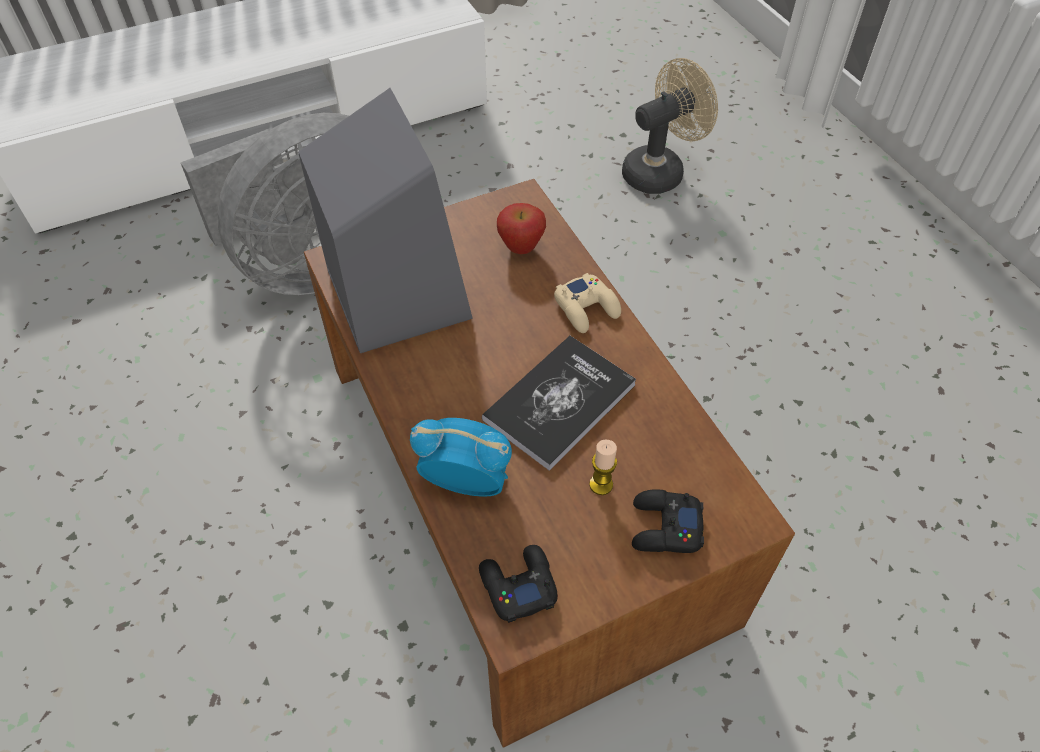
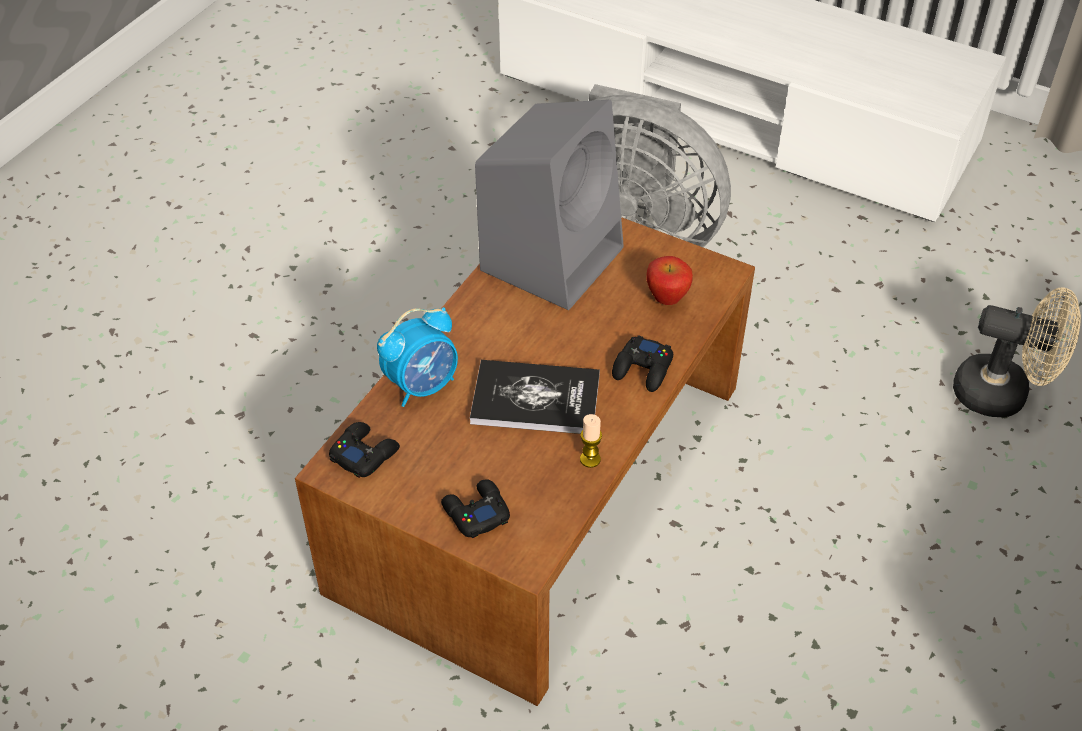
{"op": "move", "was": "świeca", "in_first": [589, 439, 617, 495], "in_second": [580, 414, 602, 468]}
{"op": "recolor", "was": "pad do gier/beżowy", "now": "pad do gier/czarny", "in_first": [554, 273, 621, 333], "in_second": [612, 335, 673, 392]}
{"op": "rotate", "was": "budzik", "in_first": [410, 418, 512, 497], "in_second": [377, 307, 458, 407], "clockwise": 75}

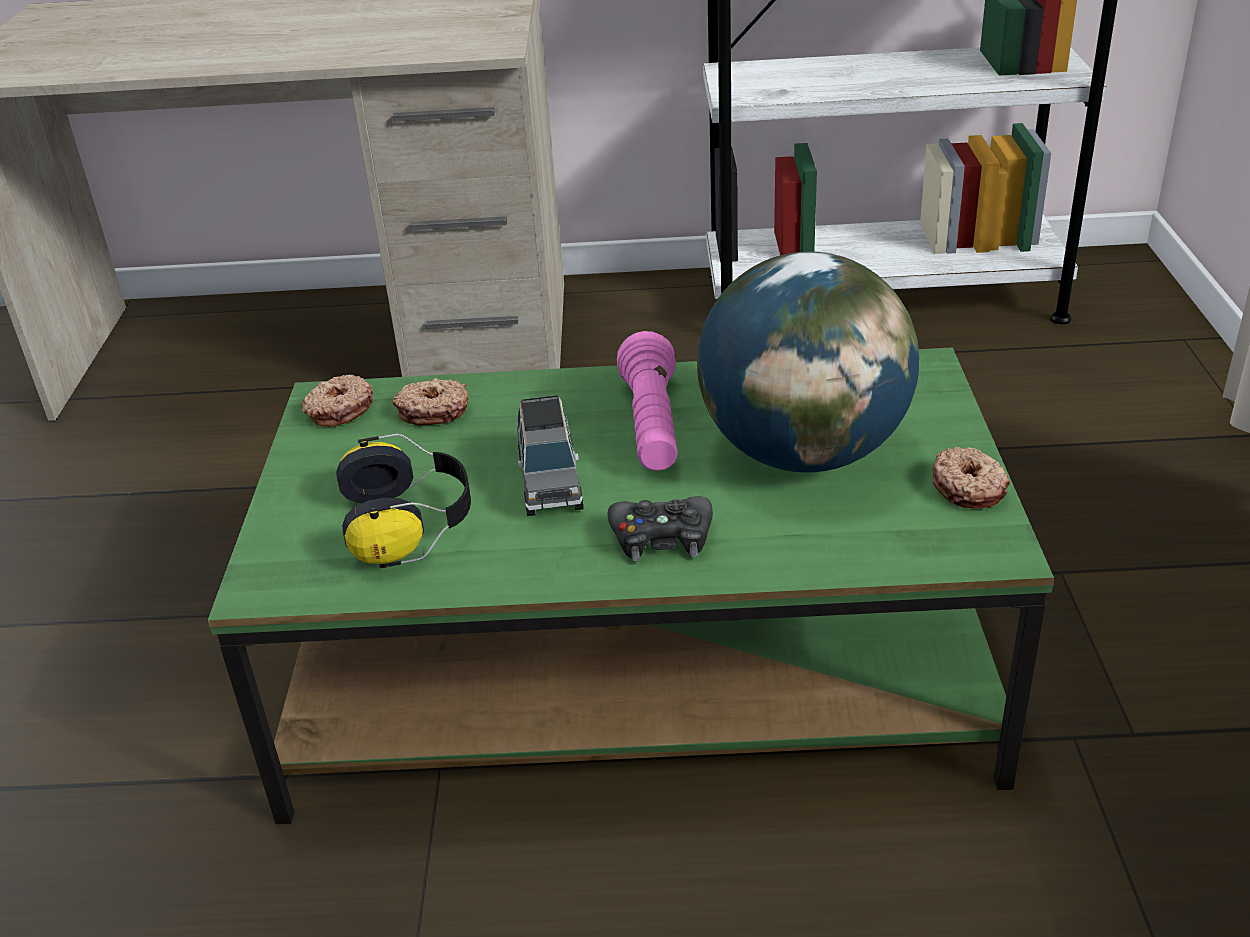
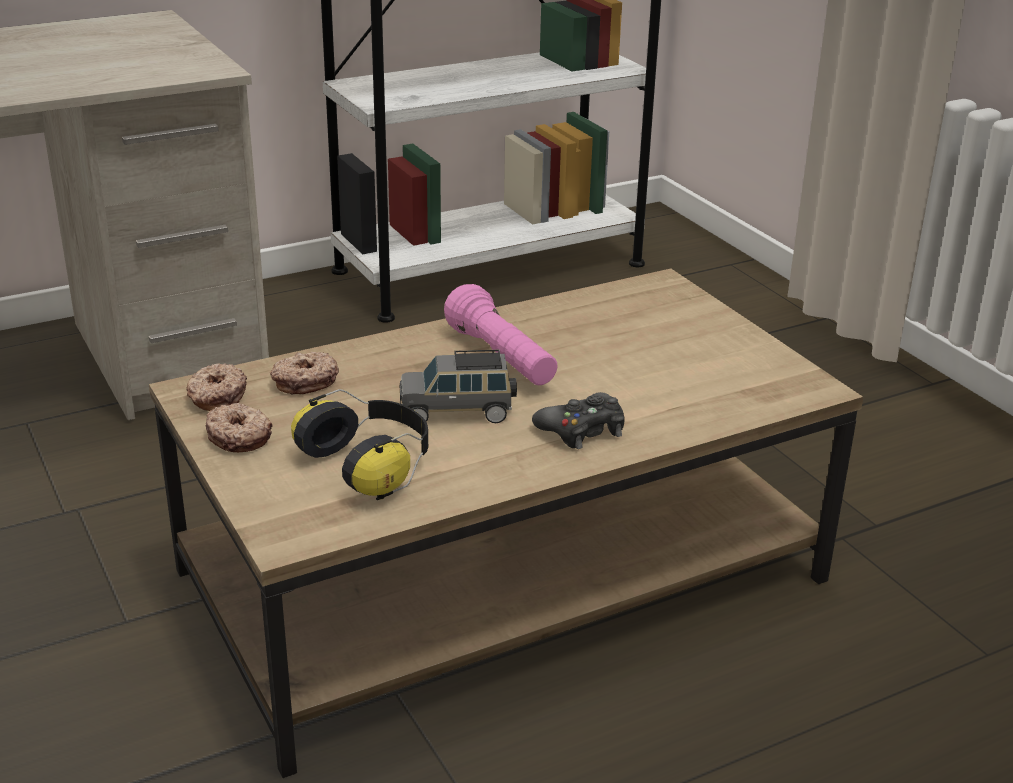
{"op": "delete", "was": "globus", "in_first": [697, 251, 919, 473]}
{"op": "move", "was": "donut", "in_first": [933, 447, 1010, 509], "in_second": [205, 403, 273, 452]}
{"op": "recolor", "was": "ława/zielony", "now": "ława/brązowy", "in_first": [208, 347, 1054, 824], "in_second": [149, 269, 863, 778]}
{"op": "rotate", "was": "samochodzik/szary", "in_first": [517, 395, 583, 516], "in_second": [400, 350, 517, 423], "clockwise": 120}

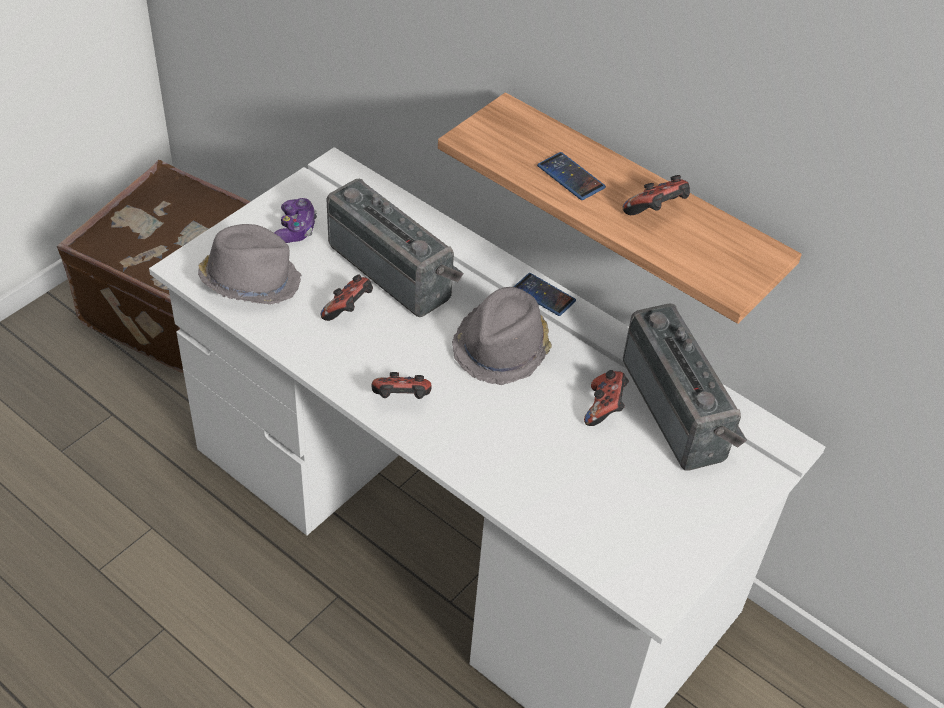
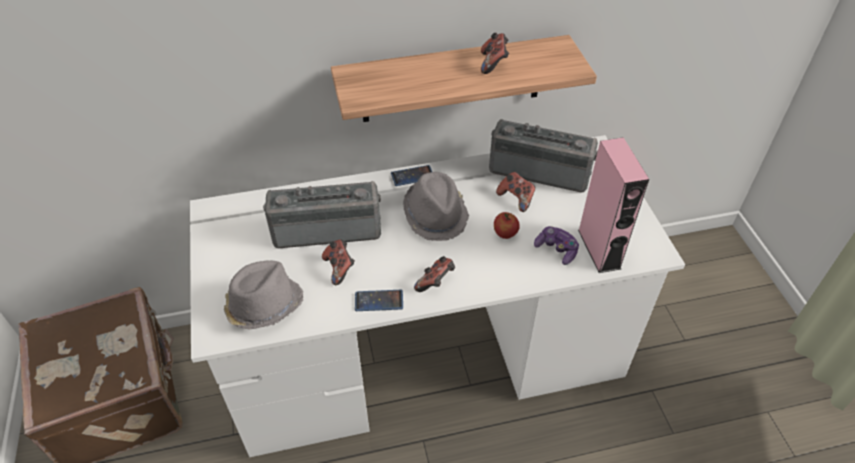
{"op": "insert", "now": "jabłko", "in_second": [494, 212, 520, 239]}
{"op": "insert", "now": "głośnik/różowy", "in_second": [578, 137, 649, 273]}
{"op": "move", "was": "pad do gier", "in_first": [274, 198, 317, 243], "in_second": [534, 226, 579, 265]}
{"op": "move", "was": "telefon", "in_first": [537, 152, 606, 200], "in_second": [355, 290, 403, 311]}

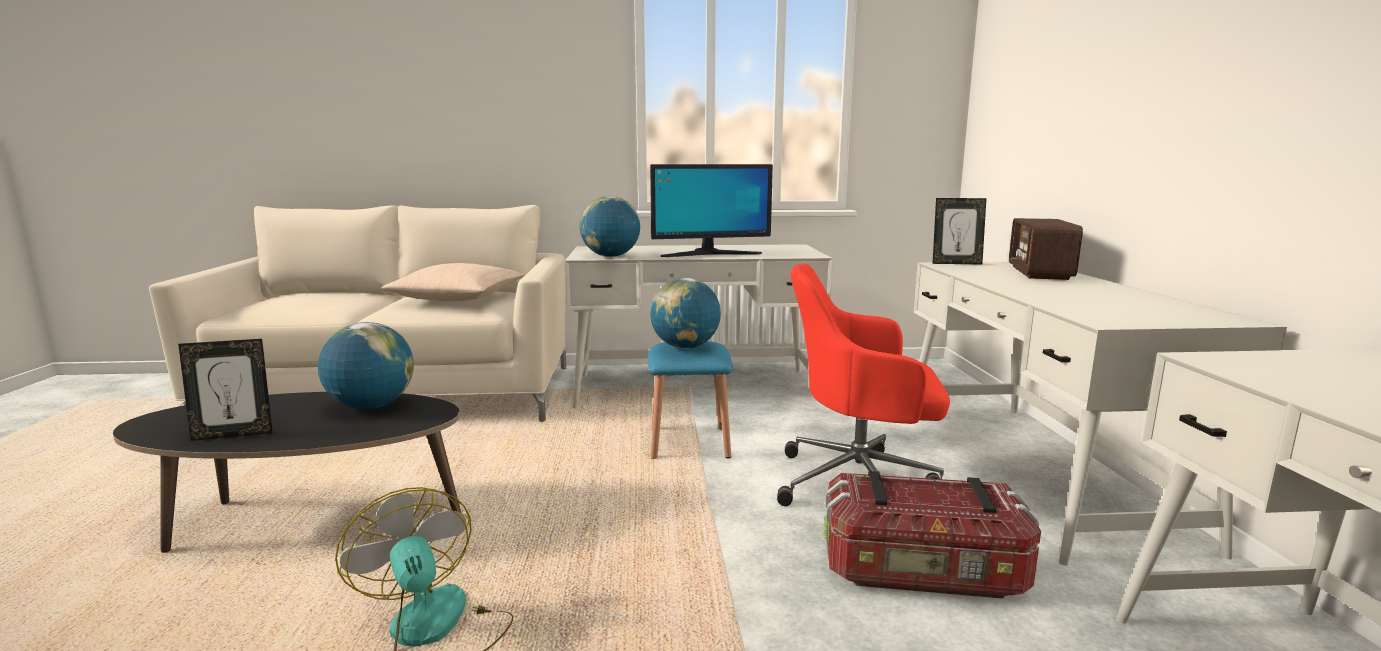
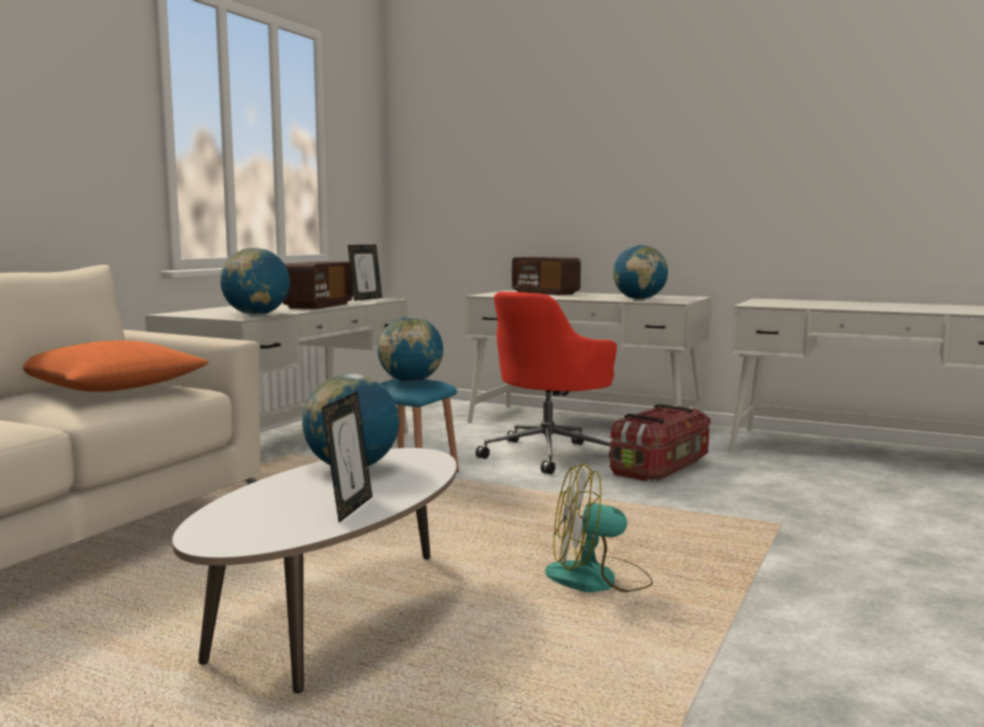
{"op": "insert", "now": "globus", "in_second": [613, 245, 668, 299]}
{"op": "move", "was": "ramka na zdjęcie", "in_first": [933, 198, 986, 264], "in_second": [348, 245, 382, 301]}
{"op": "replace", "was": "monitor", "now": "radio", "in_first": [650, 164, 773, 257], "in_second": [283, 261, 353, 309]}
{"op": "recolor", "was": "ława/czarny", "now": "ława/biały", "in_first": [113, 392, 461, 553], "in_second": [172, 448, 457, 693]}
{"op": "recolor", "was": "poduszka/beżowy", "now": "poduszka/pomarańczowy", "in_first": [381, 263, 524, 301], "in_second": [23, 340, 209, 392]}

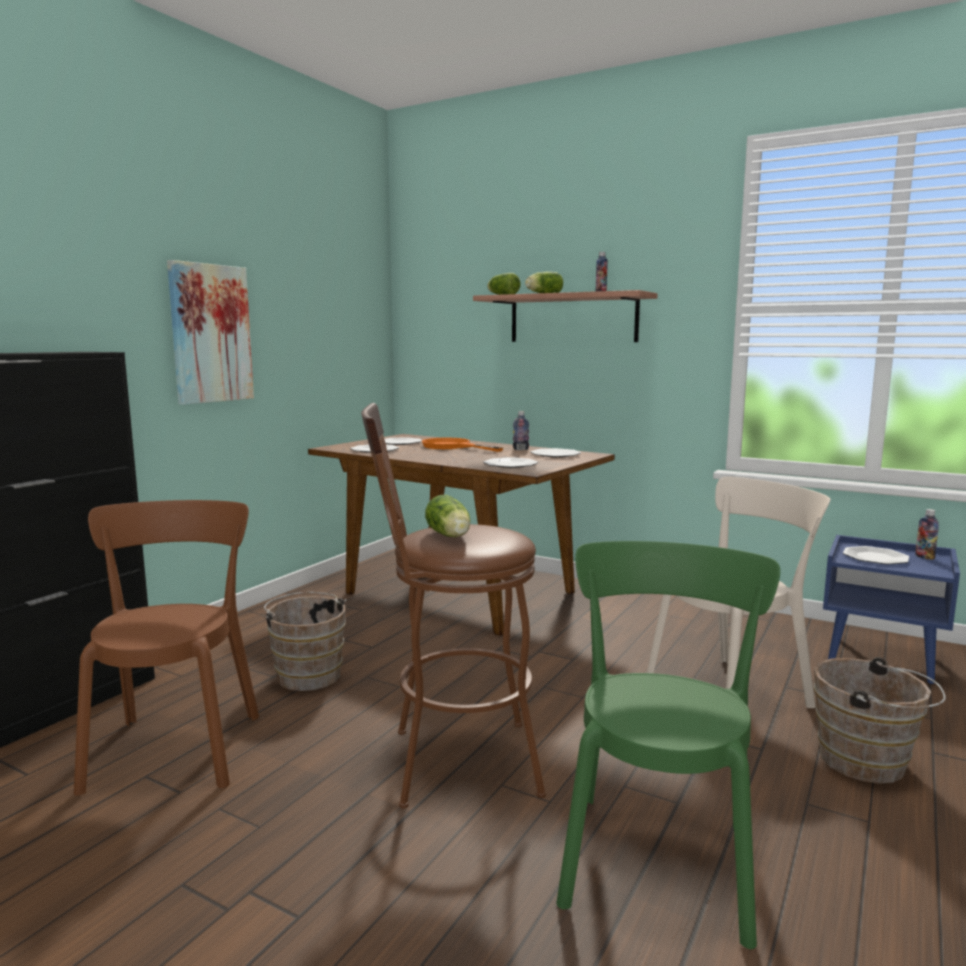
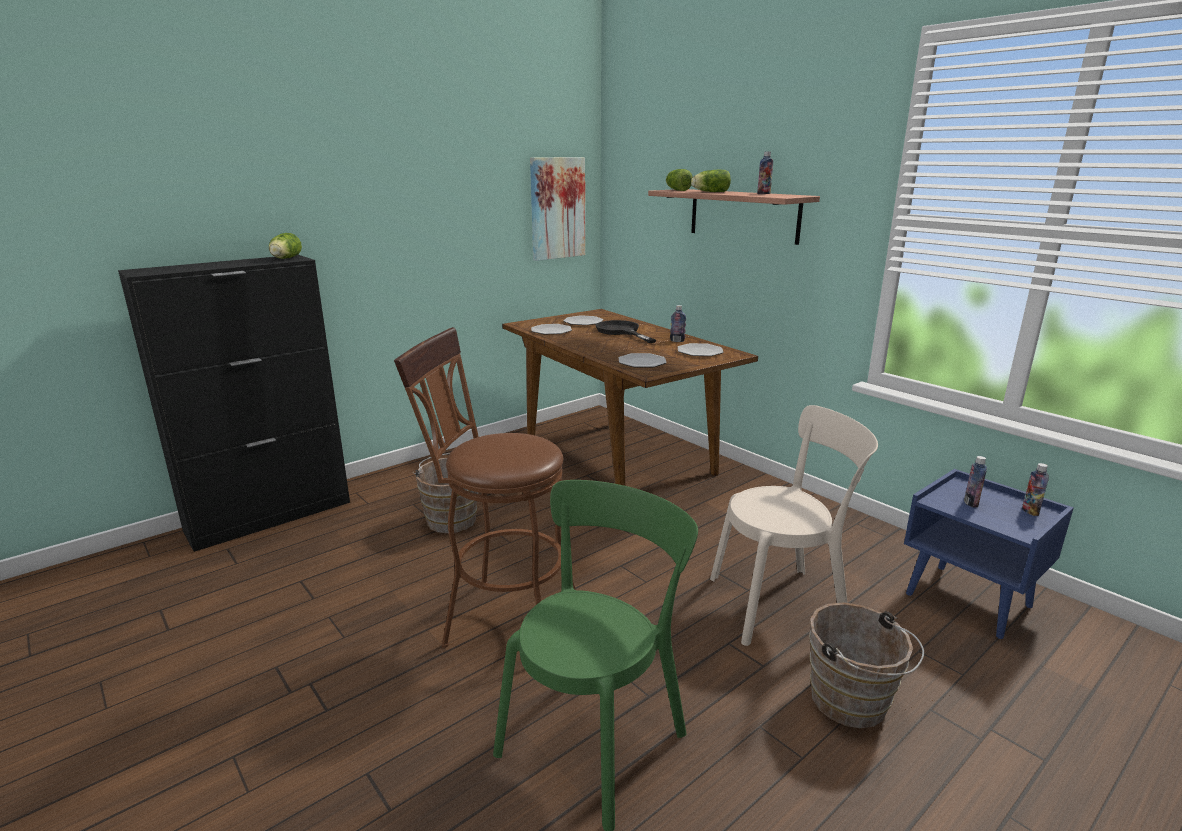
{"op": "delete", "was": "krzesło/brązowy", "in_first": [74, 500, 259, 796]}
{"op": "move", "was": "obraz", "in_first": [167, 260, 254, 405], "in_second": [530, 157, 585, 261]}
{"op": "move", "was": "sałata", "in_first": [425, 495, 470, 537], "in_second": [269, 233, 302, 259]}
{"op": "replace", "was": "talerz", "now": "butelka", "in_first": [843, 546, 909, 565], "in_second": [964, 456, 987, 508]}
{"op": "recolor", "was": "patelnia/pomarańczowy", "now": "patelnia/czarny", "in_first": [422, 438, 503, 452], "in_second": [596, 320, 656, 343]}

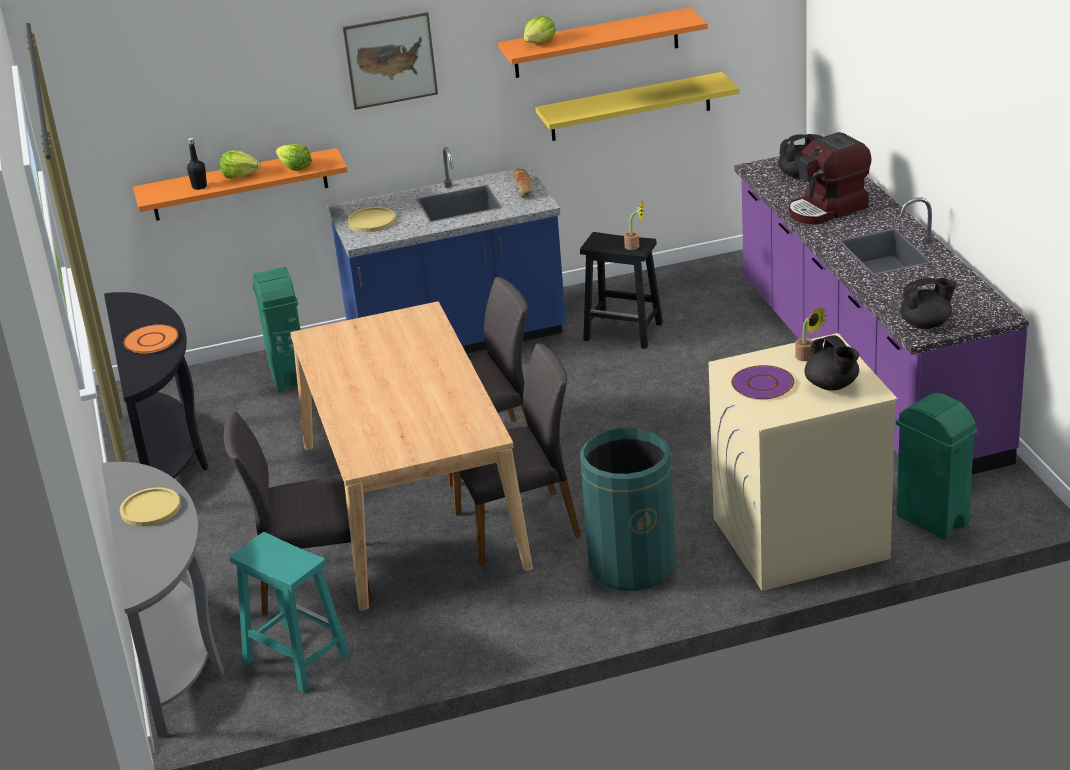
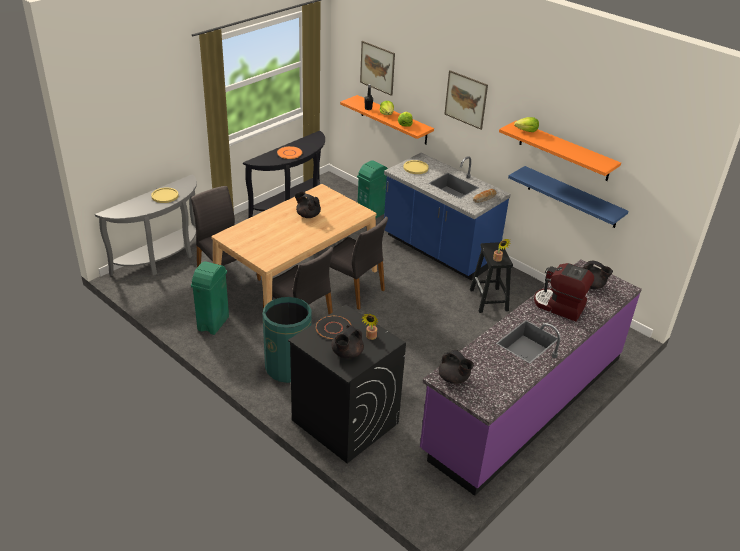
{"op": "delete", "was": "stołek/turkusowy", "in_first": [230, 532, 350, 693]}
{"op": "insert", "now": "imbryk/czarny", "in_second": [295, 192, 321, 218]}
{"op": "insert", "now": "obraz", "in_second": [360, 41, 395, 96]}
{"op": "move", "was": "kosz na śmieci/zielony", "in_first": [896, 393, 978, 540], "in_second": [191, 261, 229, 335]}
{"op": "recolor", "was": "półka/żółty", "now": "półka/niebieski", "in_first": [535, 72, 740, 141], "in_second": [508, 166, 629, 228]}
{"op": "recolor", "was": "pralka/beżowy", "now": "pralka/czarny", "in_first": [709, 333, 898, 591], "in_second": [288, 304, 406, 463]}
{"op": "recolor", "was": "talerz/fioletowy", "now": "talerz/czarny", "in_first": [731, 365, 794, 399], "in_second": [316, 316, 351, 339]}

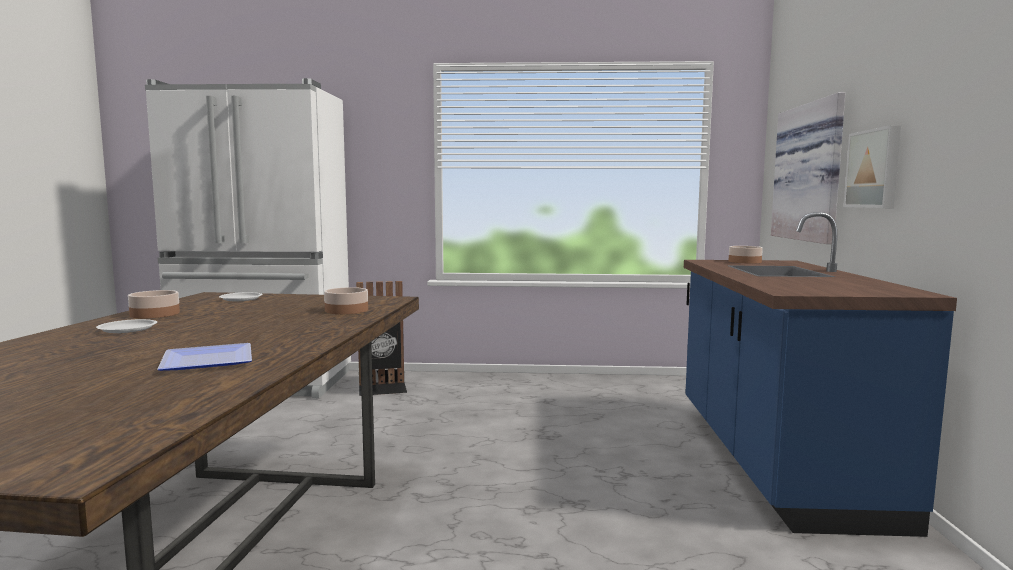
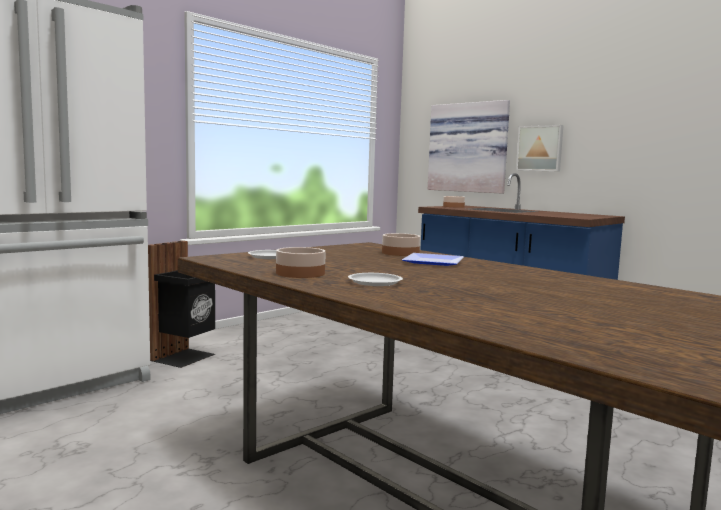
{"op": "move", "was": "talerz", "in_first": [157, 343, 252, 371], "in_second": [402, 253, 464, 266]}

